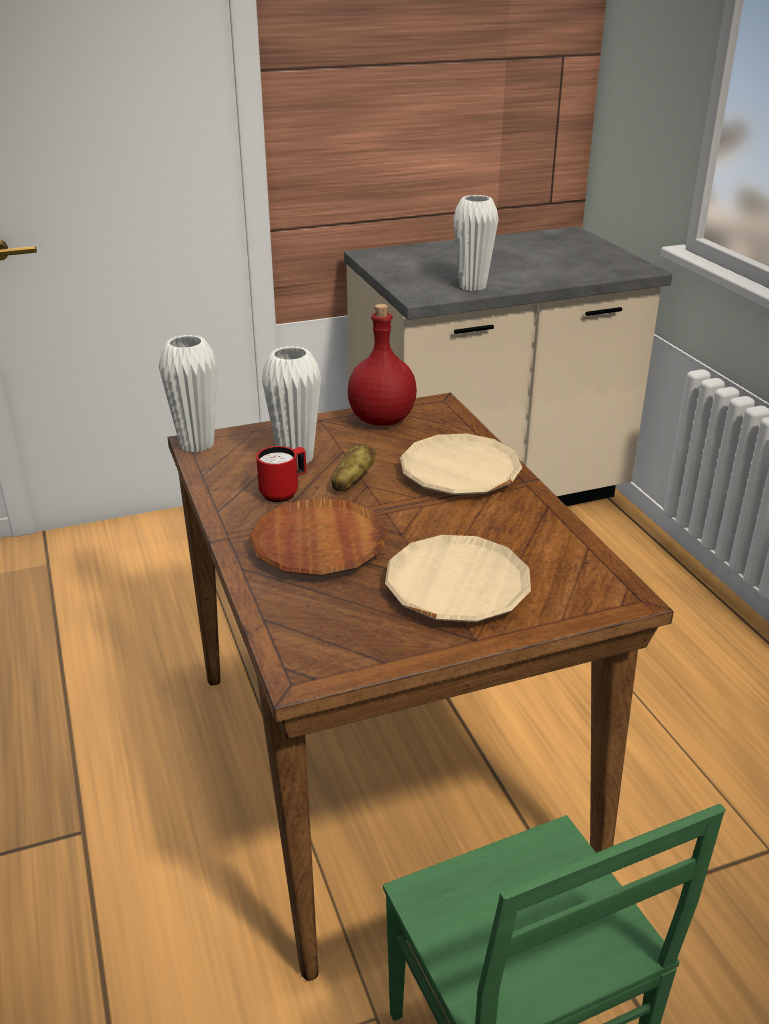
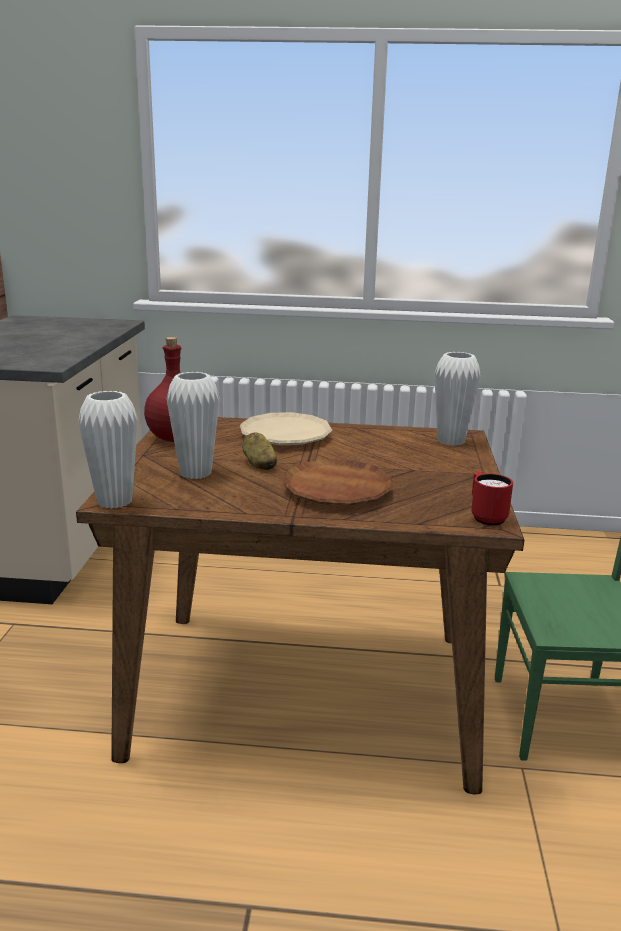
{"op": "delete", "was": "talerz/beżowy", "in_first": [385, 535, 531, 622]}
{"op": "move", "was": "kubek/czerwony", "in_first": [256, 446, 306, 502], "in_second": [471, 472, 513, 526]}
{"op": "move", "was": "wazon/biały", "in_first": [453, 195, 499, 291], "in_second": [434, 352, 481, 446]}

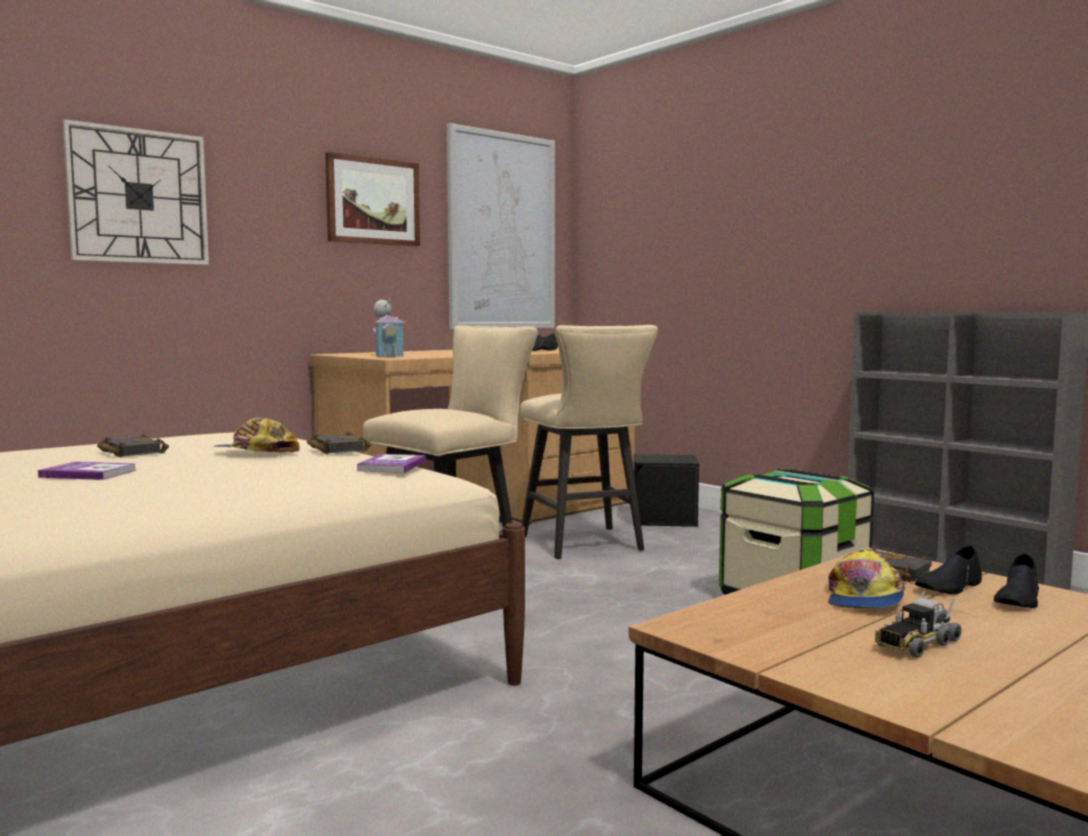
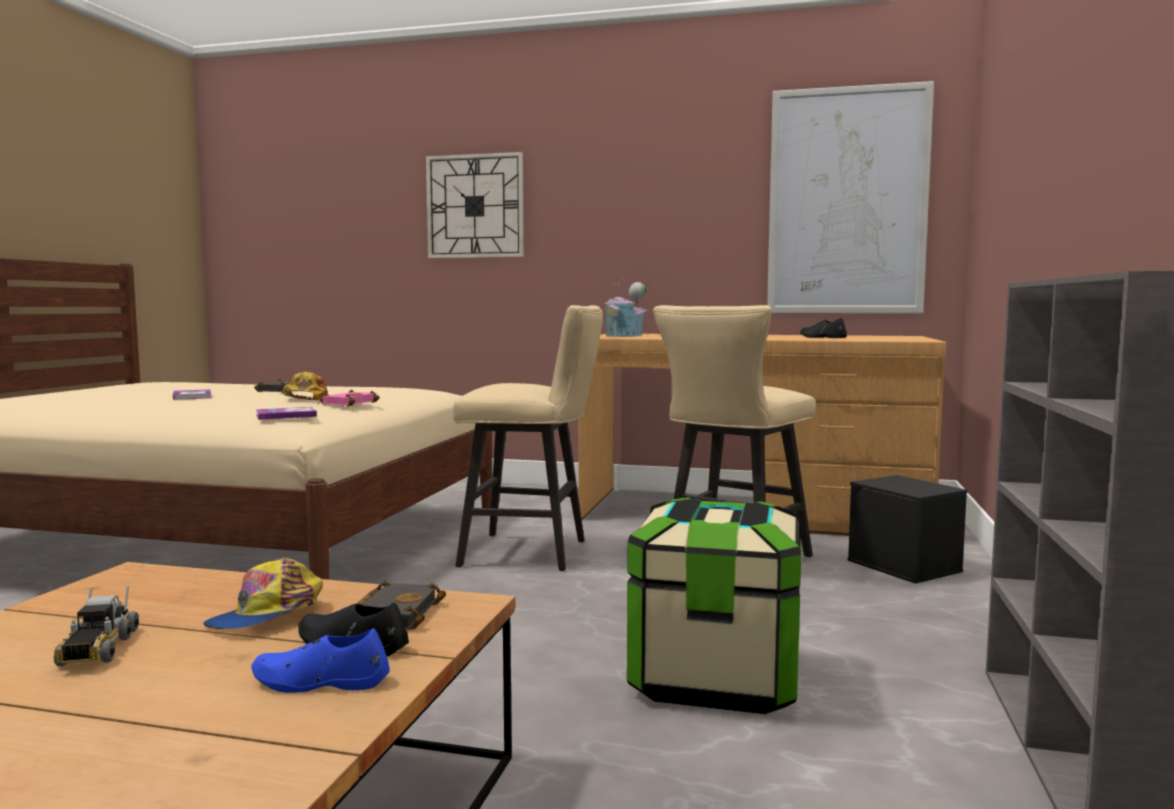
{"op": "delete", "was": "obraz", "in_first": [325, 152, 420, 246]}
{"op": "recolor", "was": "książka/czarny", "now": "książka/różowy", "in_first": [307, 432, 371, 454], "in_second": [320, 390, 380, 406]}
{"op": "recolor", "was": "but/czarny", "now": "but/niebieski", "in_first": [994, 553, 1039, 608], "in_second": [251, 628, 390, 693]}
{"op": "rotate", "was": "czapka z daszkiem", "in_first": [828, 550, 905, 608], "in_second": [203, 558, 323, 629], "clockwise": -45}
{"op": "rotate", "was": "ciężarówka zabawkowa", "in_first": [875, 591, 962, 658], "in_second": [54, 586, 139, 667], "clockwise": -120}

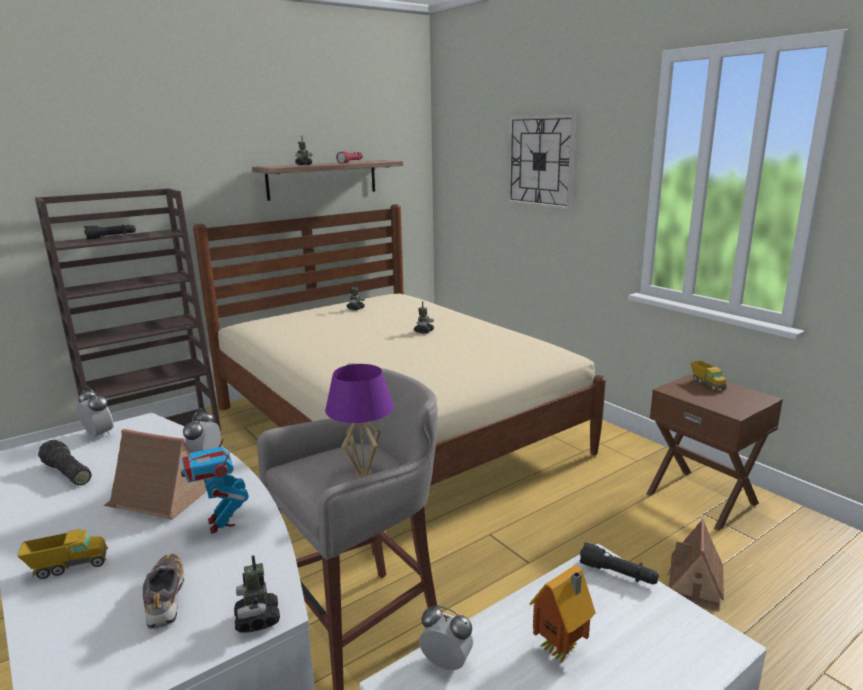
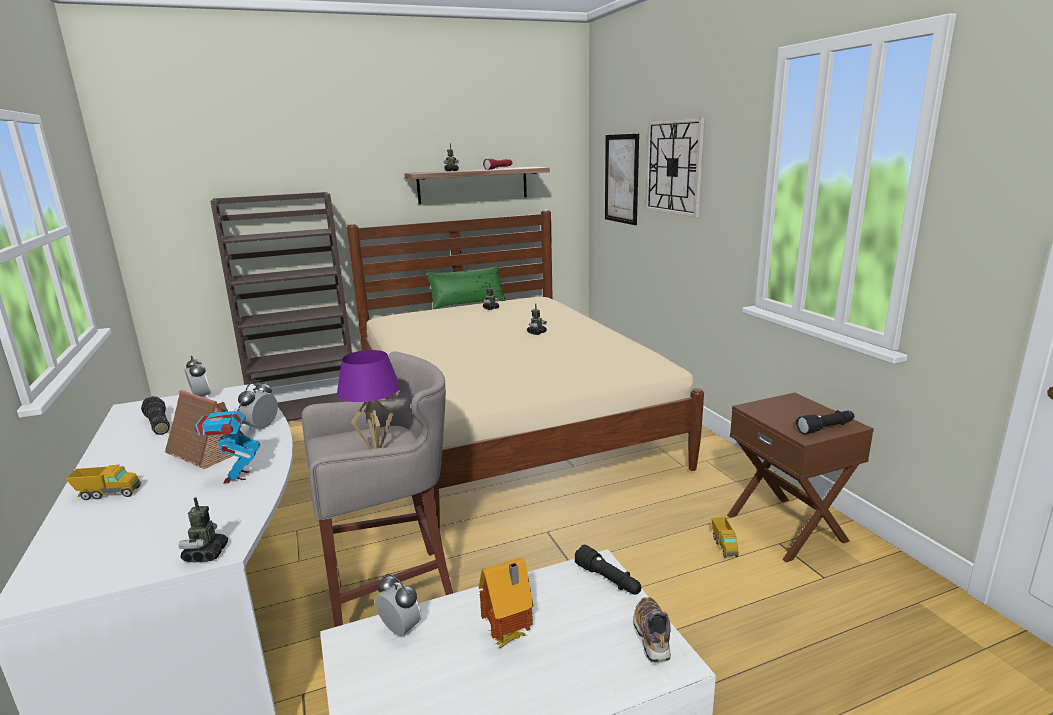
{"op": "delete", "was": "domek", "in_first": [668, 518, 724, 612]}
{"op": "insert", "now": "poduszka/zielony", "in_second": [426, 266, 506, 309]}
{"op": "insert", "now": "obraz", "in_second": [605, 133, 639, 225]}
{"op": "move", "was": "latarka/czarny", "in_first": [84, 224, 136, 240], "in_second": [796, 410, 854, 434]}
{"op": "move", "was": "but", "in_first": [143, 553, 184, 629], "in_second": [633, 597, 671, 663]}
{"op": "move", "was": "ciężarówka zabawkowa", "in_first": [691, 361, 727, 391], "in_second": [712, 517, 739, 558]}

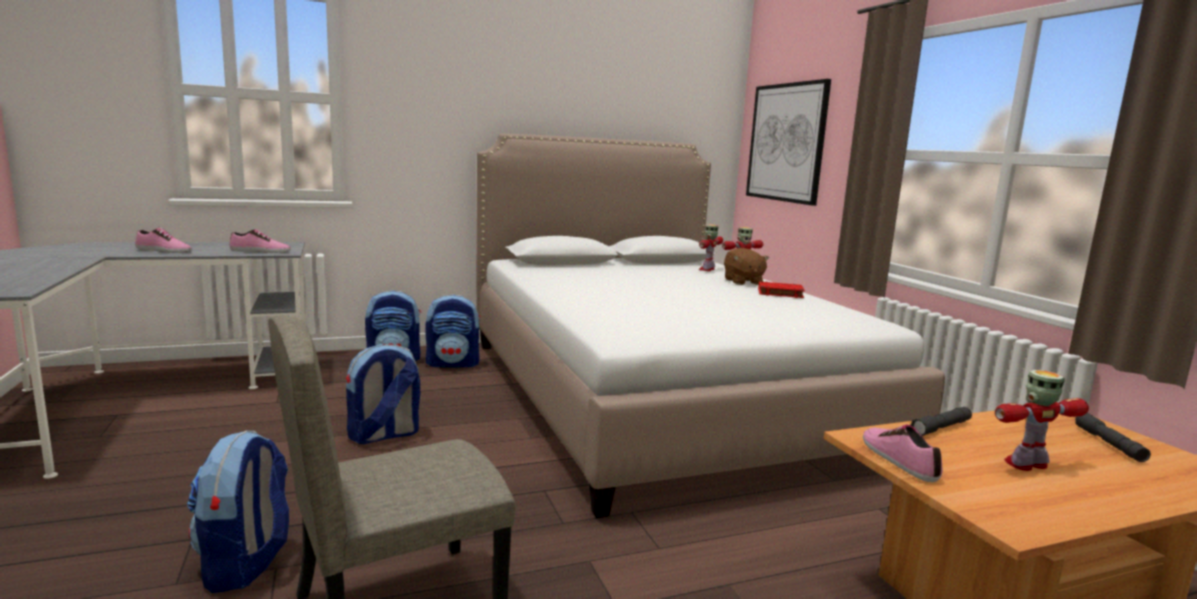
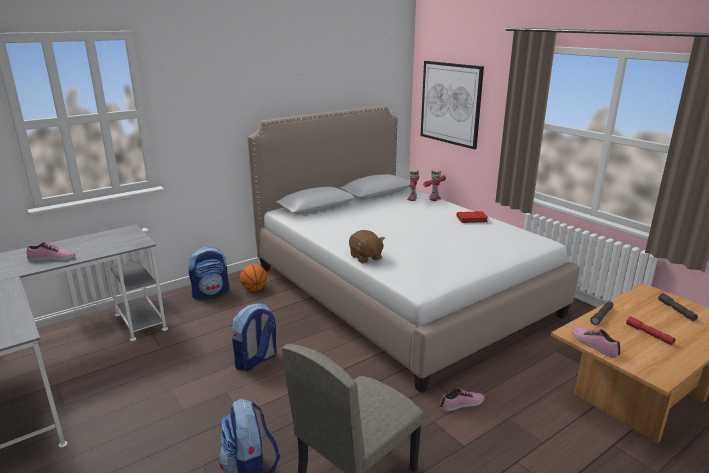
{"op": "move", "was": "but", "in_first": [229, 229, 291, 253], "in_second": [440, 388, 485, 412]}
{"op": "move", "was": "pluszak/brązowy", "in_first": [724, 248, 769, 285], "in_second": [349, 230, 385, 263]}
{"op": "replace", "was": "plecak", "now": "piłka do koszykówki", "in_first": [425, 295, 481, 368], "in_second": [240, 264, 267, 291]}
{"op": "replace", "was": "robot zabawkowy", "now": "latarka/czerwony", "in_first": [995, 370, 1089, 471], "in_second": [626, 316, 676, 345]}

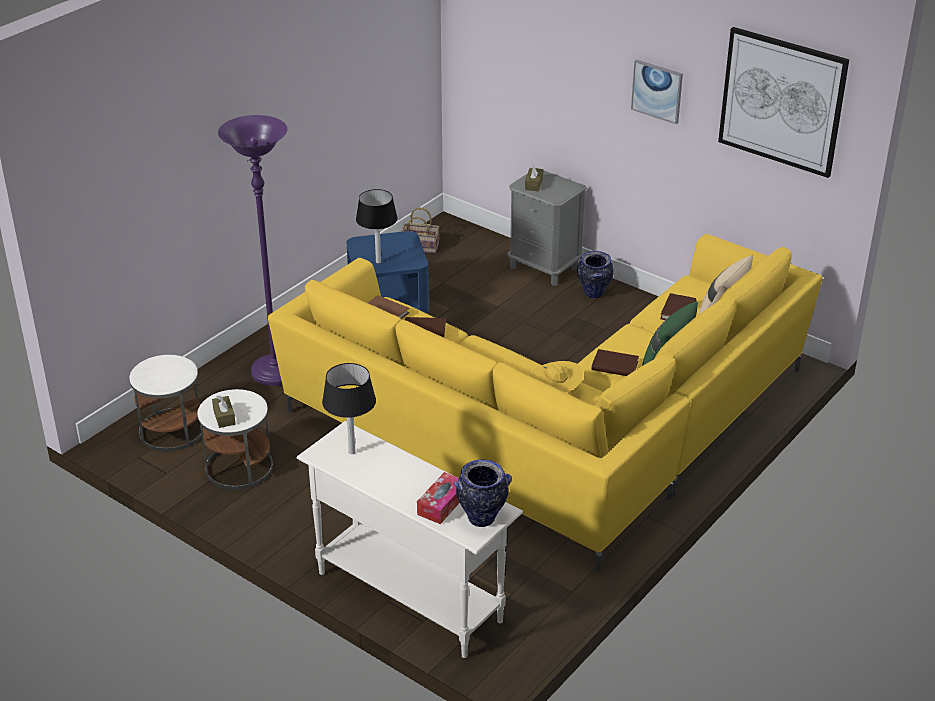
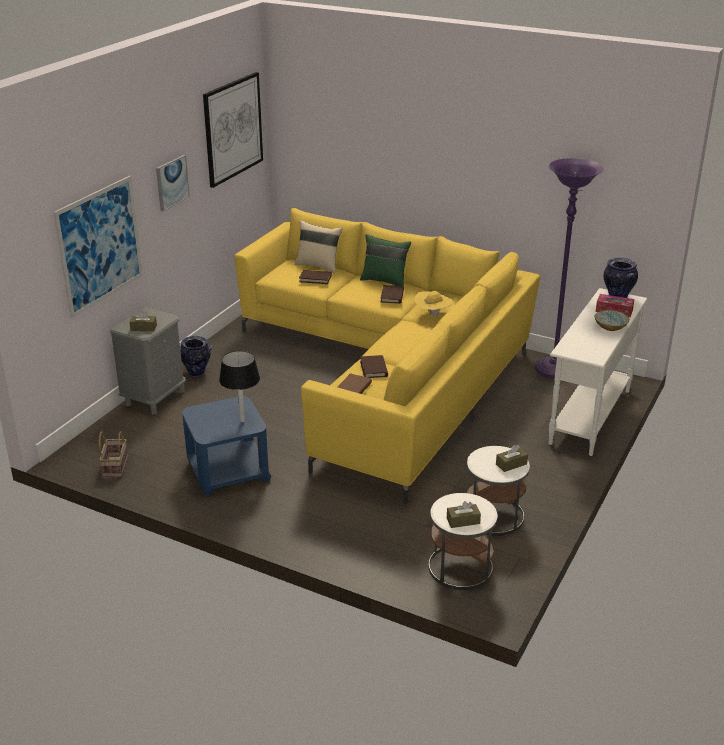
{"op": "delete", "was": "lampa stołowa/czarny", "in_first": [322, 363, 376, 454]}
{"op": "insert", "now": "obraz", "in_second": [53, 176, 143, 318]}
{"op": "insert", "now": "pudełko chusteczek/brązowy", "in_second": [447, 501, 481, 528]}
{"op": "insert", "now": "miska", "in_second": [595, 310, 630, 331]}
{"op": "move", "was": "lampa stojąca/fioletowy", "in_first": [218, 115, 287, 386], "in_second": [535, 158, 604, 379]}

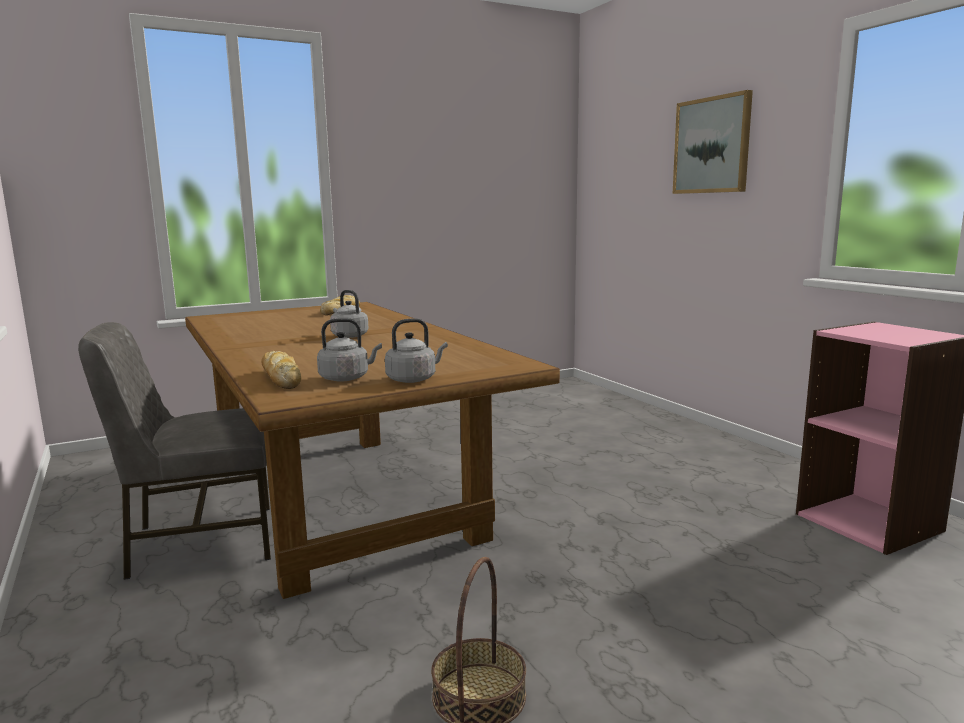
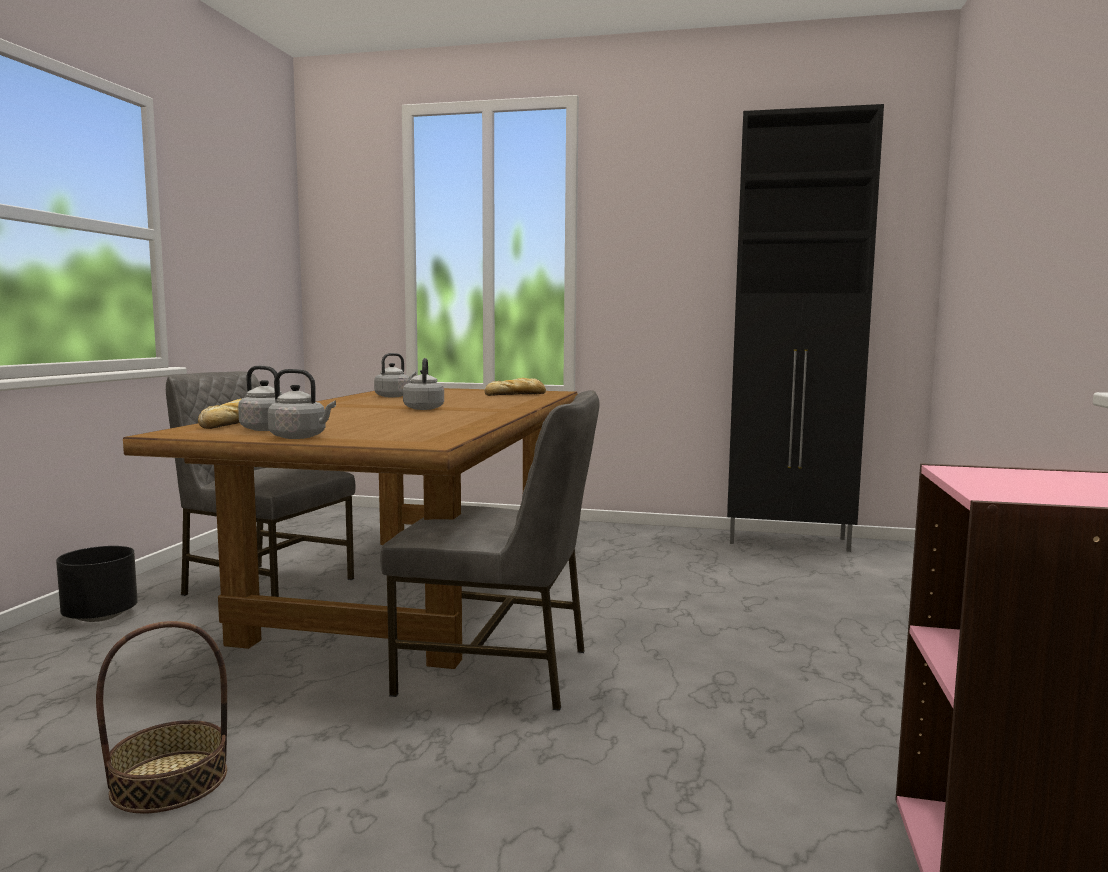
{"op": "delete", "was": "obraz", "in_first": [673, 90, 753, 194]}
{"op": "insert", "now": "donica/czarny", "in_second": [56, 546, 138, 622]}
{"op": "insert", "now": "czajnik/szary", "in_second": [374, 353, 416, 397]}
{"op": "insert", "now": "krzesło/szary", "in_second": [380, 390, 600, 711]}
{"op": "insert", "now": "szafka/czarny", "in_second": [727, 104, 884, 552]}

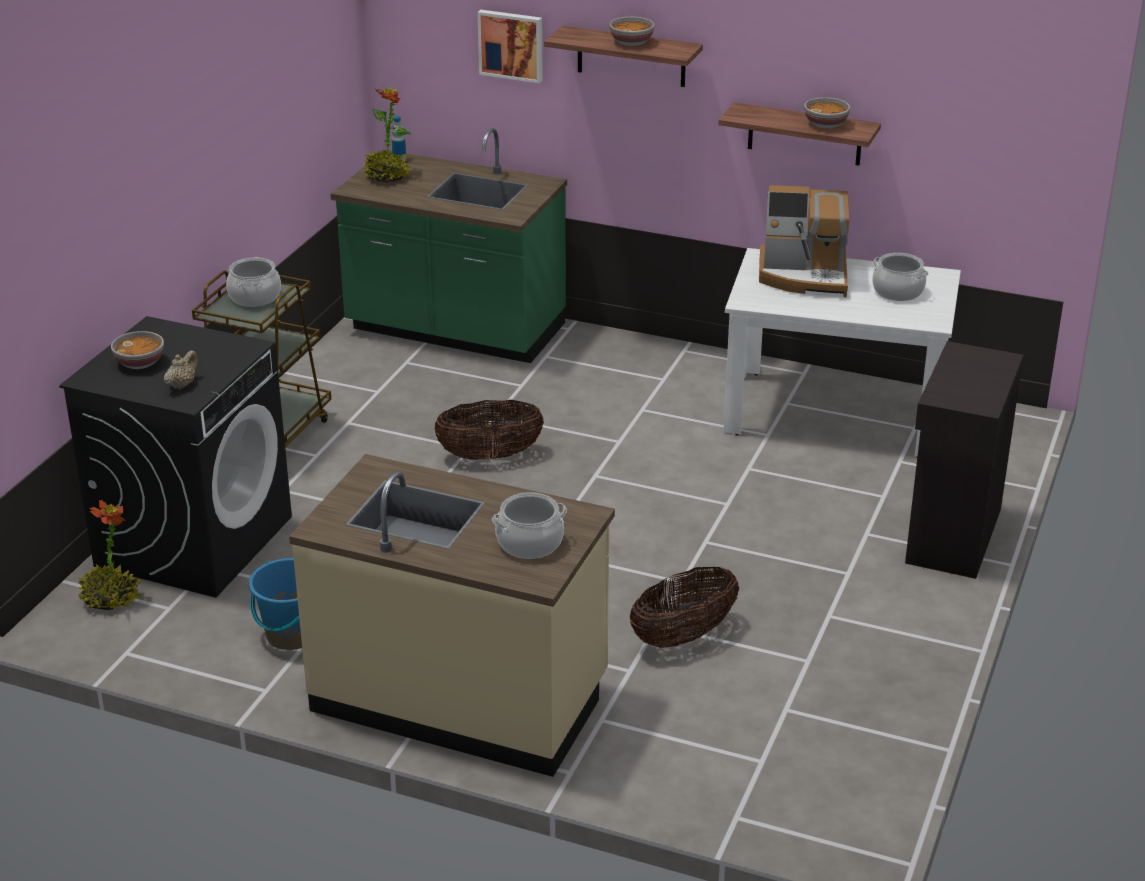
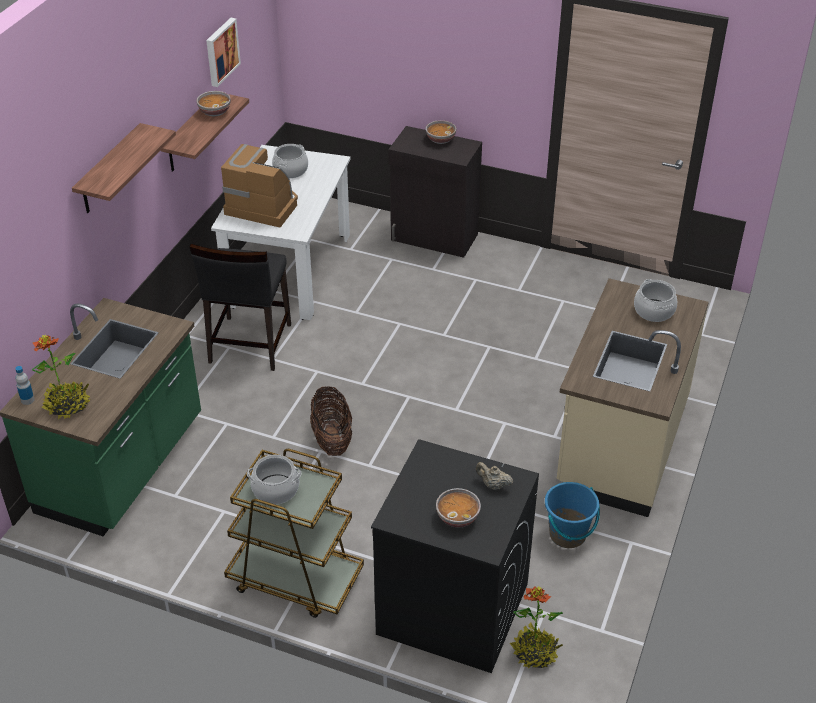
{"op": "delete", "was": "koszyk", "in_first": [630, 566, 739, 648]}
{"op": "insert", "now": "krzesło/czarny", "in_second": [190, 244, 291, 371]}
{"op": "move", "was": "obraz", "in_first": [477, 10, 543, 83], "in_second": [206, 18, 241, 87]}
{"op": "move", "was": "miska", "in_first": [609, 17, 655, 46], "in_second": [426, 120, 456, 144]}
{"op": "rotate", "was": "ekspres do kawy", "in_first": [759, 185, 850, 297], "in_second": [221, 144, 298, 228], "clockwise": -75}

